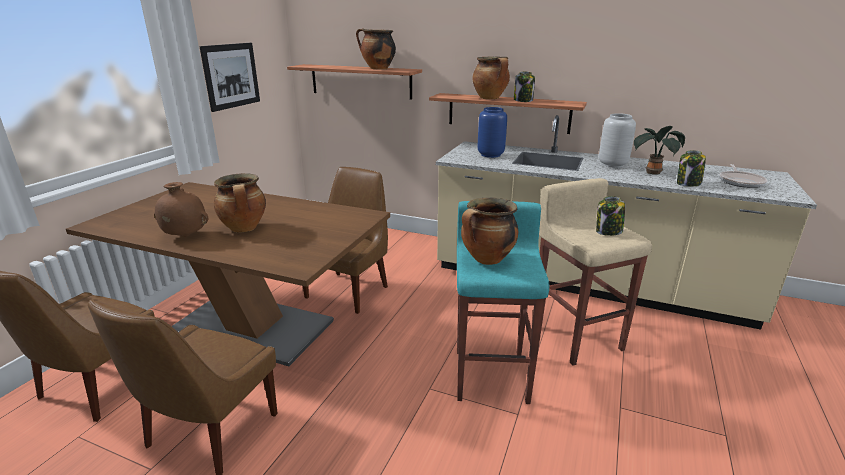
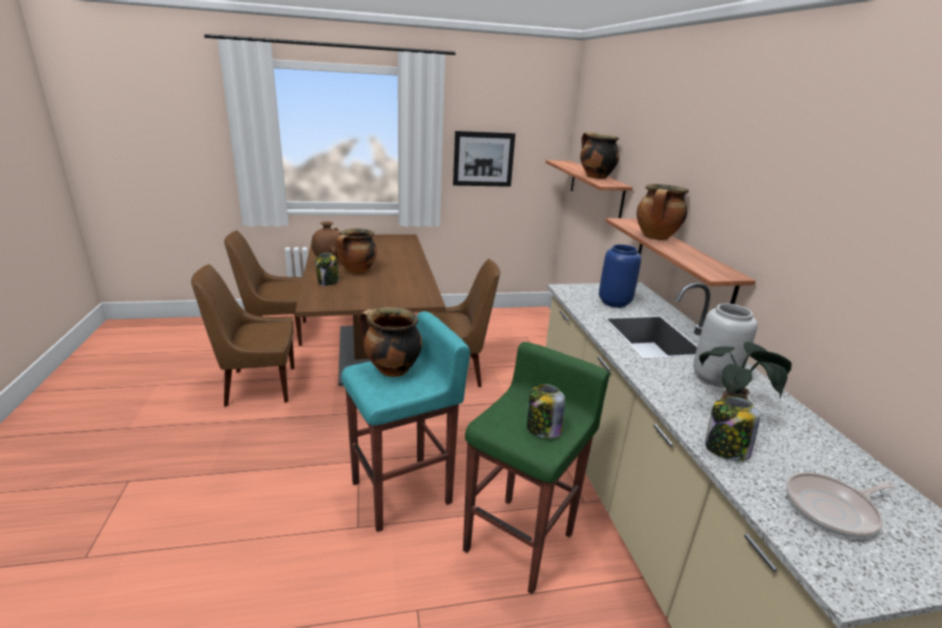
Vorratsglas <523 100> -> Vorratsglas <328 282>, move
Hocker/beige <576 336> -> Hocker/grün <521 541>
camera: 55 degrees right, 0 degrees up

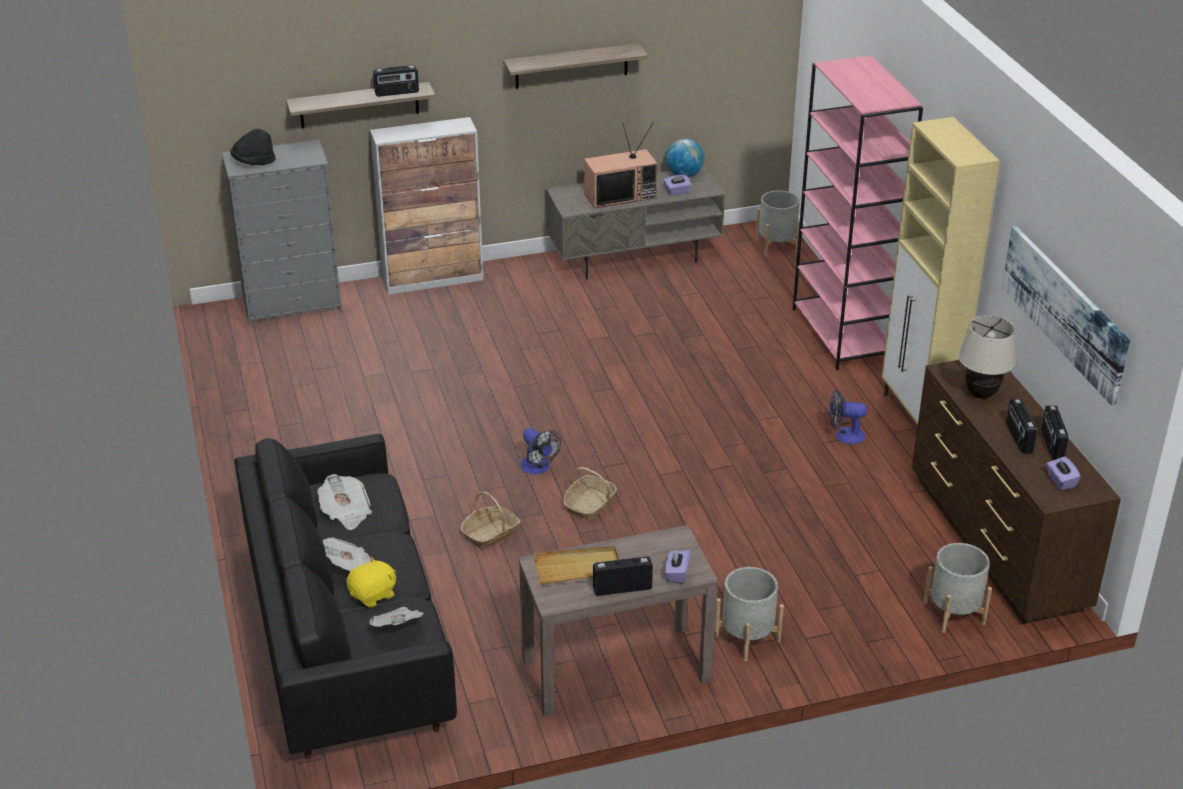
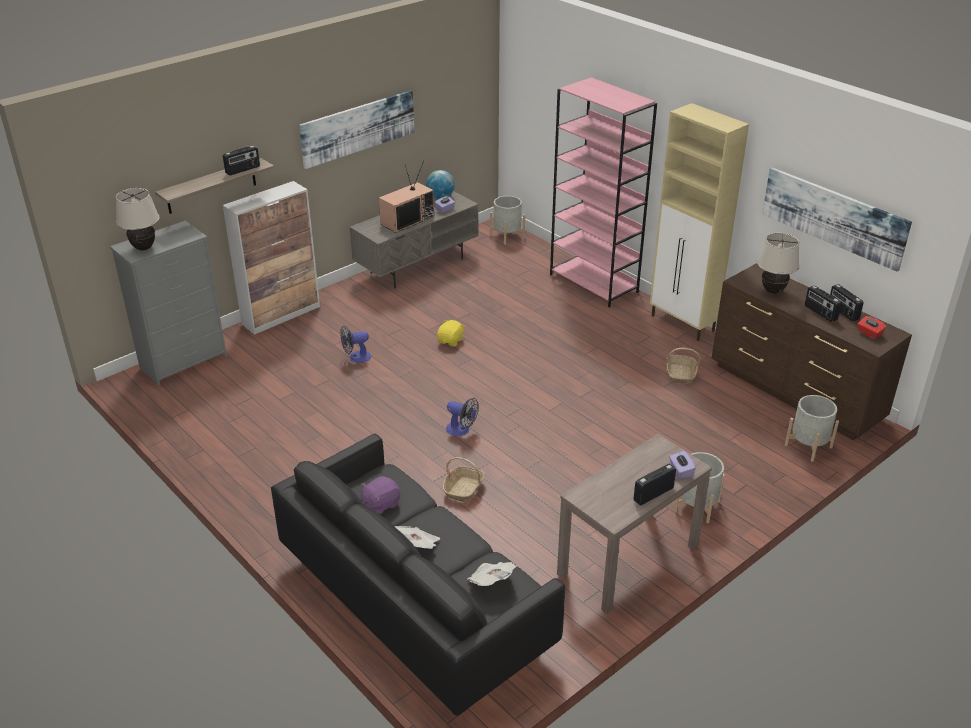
Hut/schwarz <253 162> -> Tischlampe/beige <144 248>
Wandregal <571 66> -> Bild <358 128>
Ventilator <844 435> -> Ventilator <356 358>, move
Zeitung <346 513> -> Plüschtier/lila <380 504>
Plüschtier/gelb <373 595> -> Plüschtier/gelb <451 341>, move
Korb <589 504> -> Korb <680 374>, move
Taschentuchbox/lila <1060 481> -> Taschentuchbox/rot <869 333>
Tablett/beige <578 569> -> none
camera: 25 degrees left, 0 degrees up

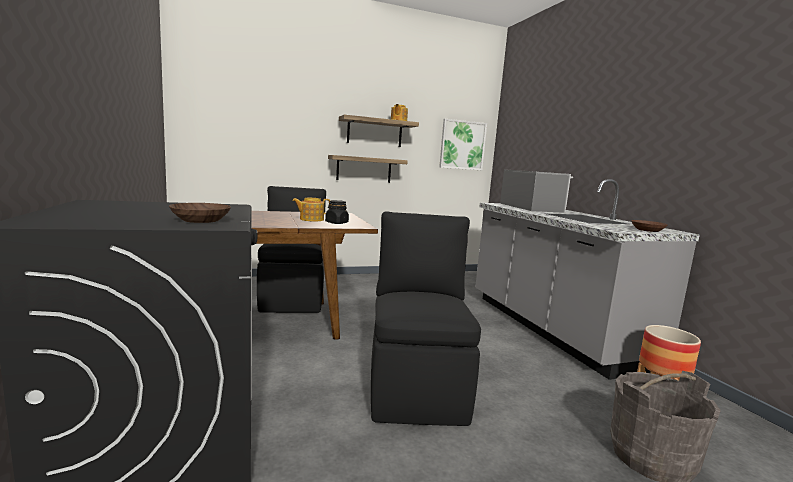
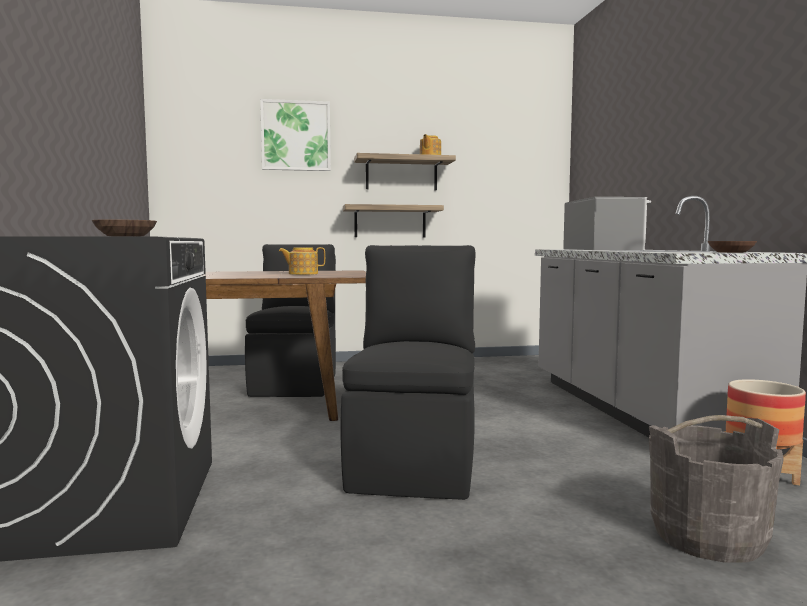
Bild <462 145> -> Bild <296 136>, move
Vorratsglas/schwarz <336 223> -> none
camera: 10 degrees right, 5 degrees down

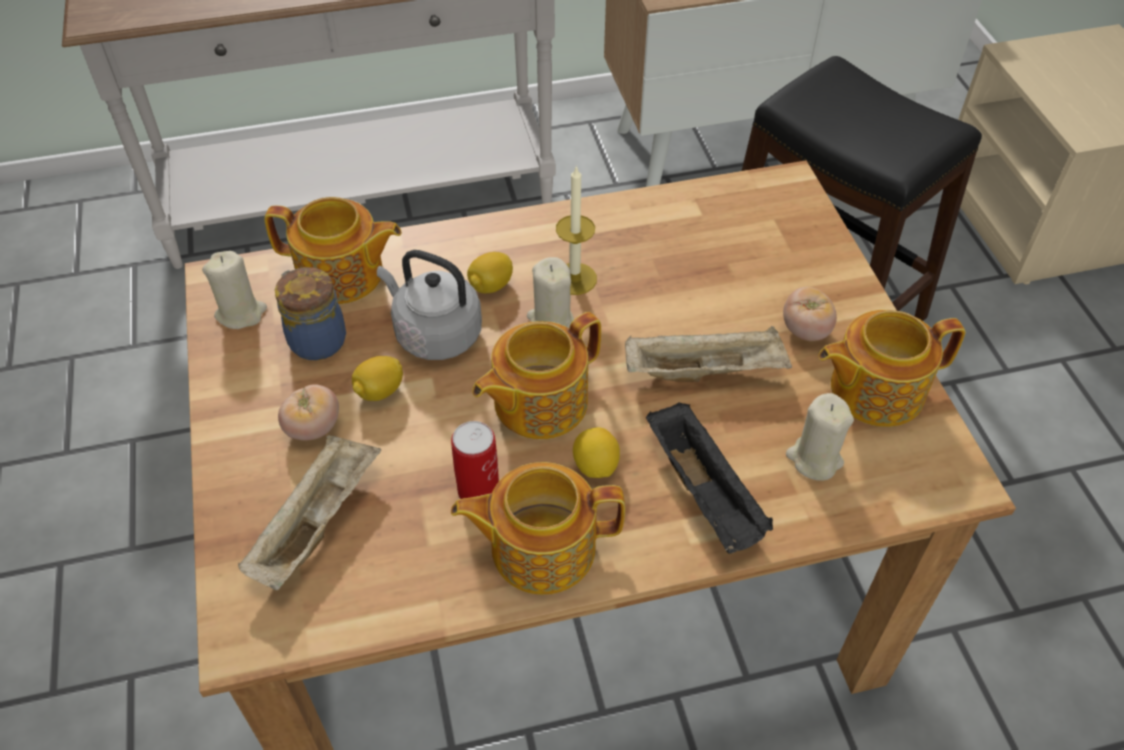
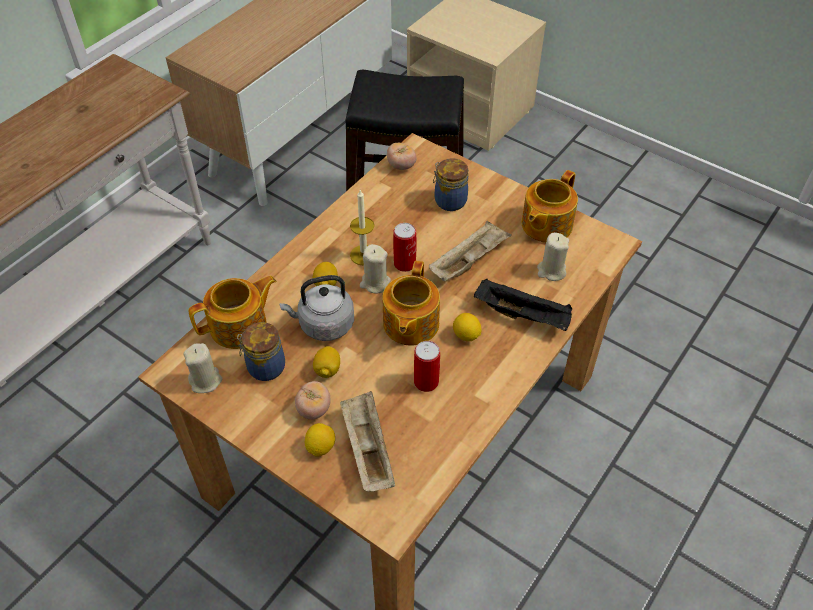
none -> Zitrone <320 447>
Tomate <805 330> -> Tomate <401 166>, move
none -> Dose <404 264>
none -> Vorratsglas <449 200>
Teekanne <540 547> -> none
camera: 40 degrees left, 0 degrees up

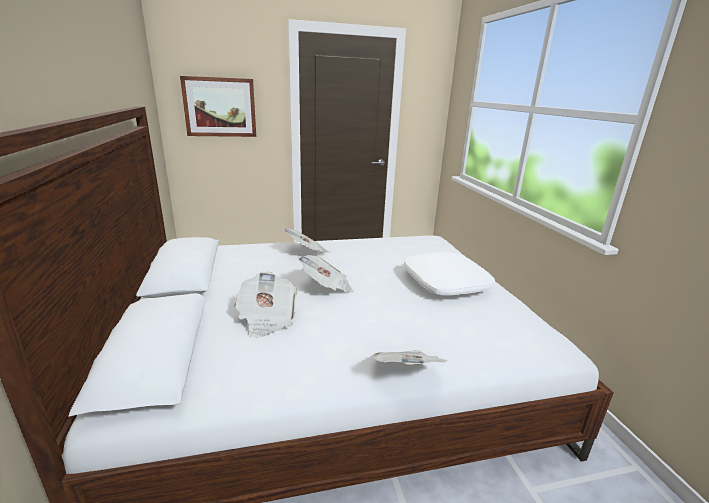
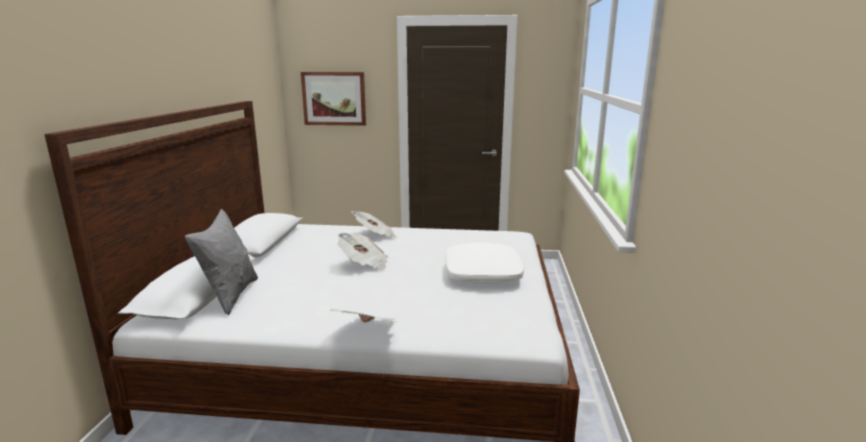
none -> Kissen/grau <230 296>
Zeitung <267 319> -> none
camera: 20 degrees right, 5 degrees down

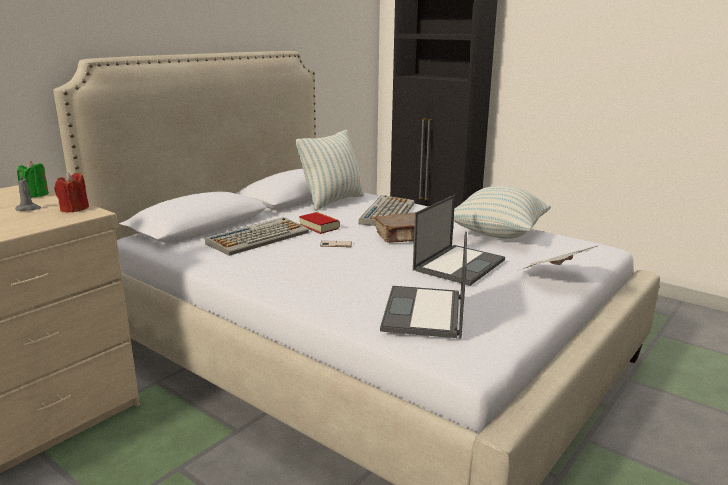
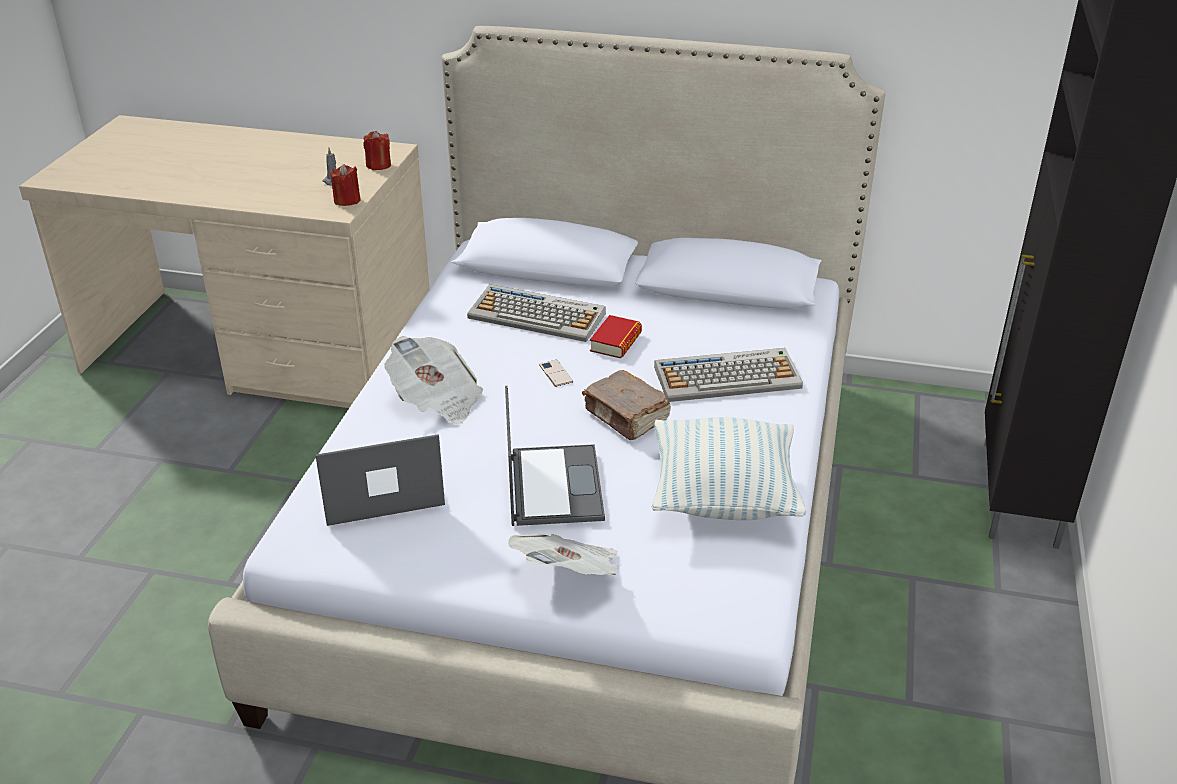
Kerze/grün <35 195> -> Kerze/rot <378 165>
none -> Zeitung <436 400>
Laptop <459 264> -> Laptop <553 485>, 105 degrees counterclockwise
Kissen <332 201> -> none
camera: 65 degrees right, 15 degrees up

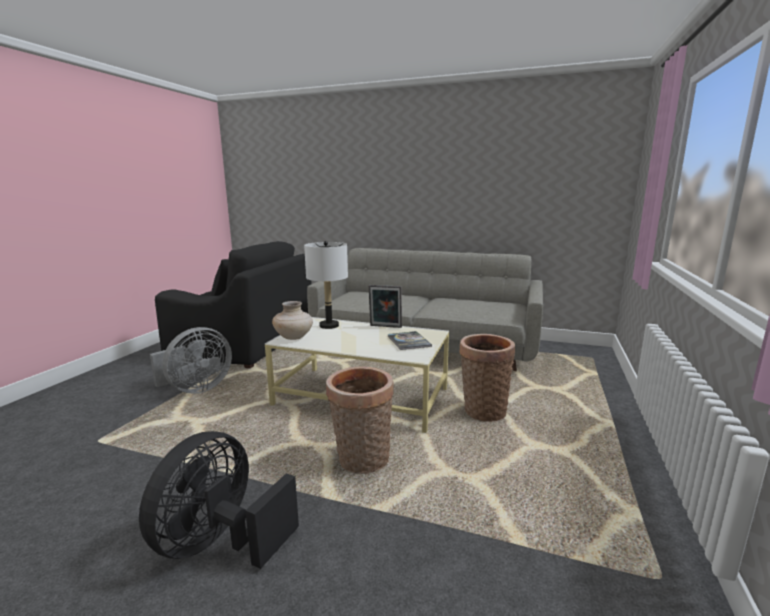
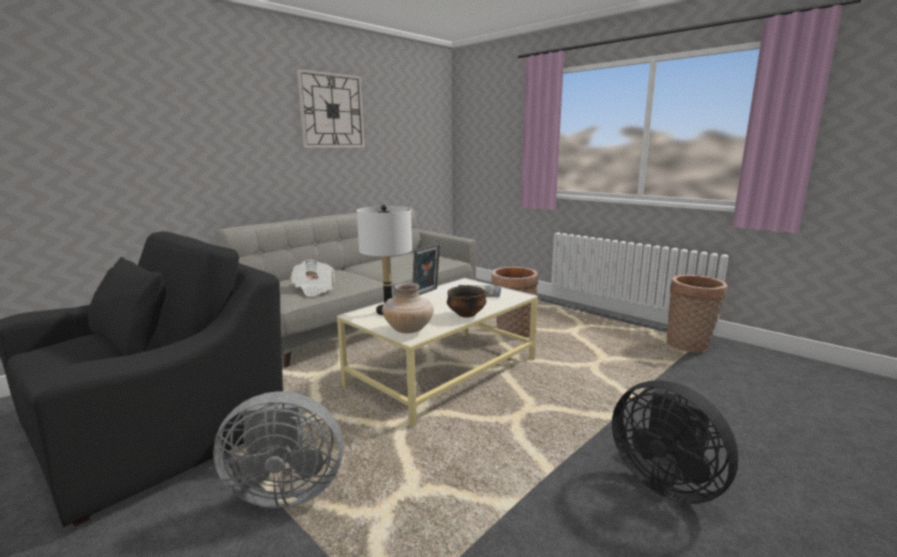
Ventilator/grau <196 389> -> Ventilator/grau <285 491>, 105 degrees clockwise
none -> Zeitung <314 289>
none -> Wanduhr <332 111>
none -> Schüssel <466 315>
Korb <361 461> -> Korb <689 346>, move
camera: 65 degrees left, 0 degrees up

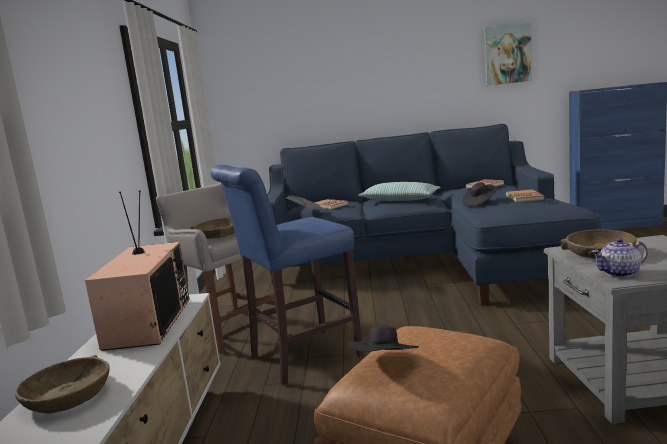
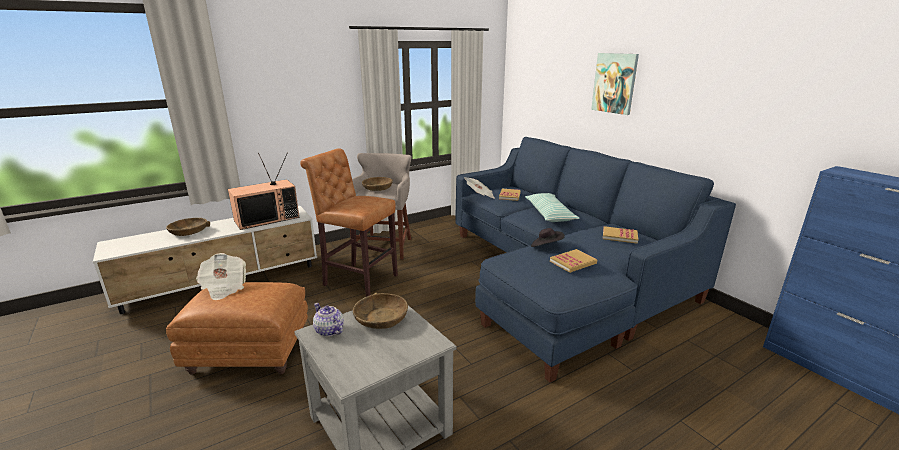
Hut/schwarz <384 364> -> Zeitung <224 287>
Hocker/blau <299 358> -> Hocker/braun <357 279>
Bild <507 54> -> Bild <614 83>, move
camera: 55 degrees right, 10 degrees up

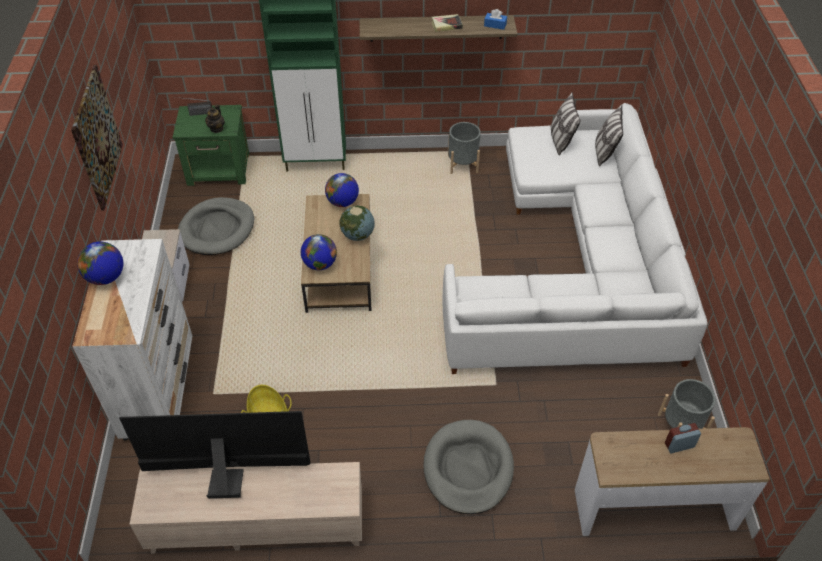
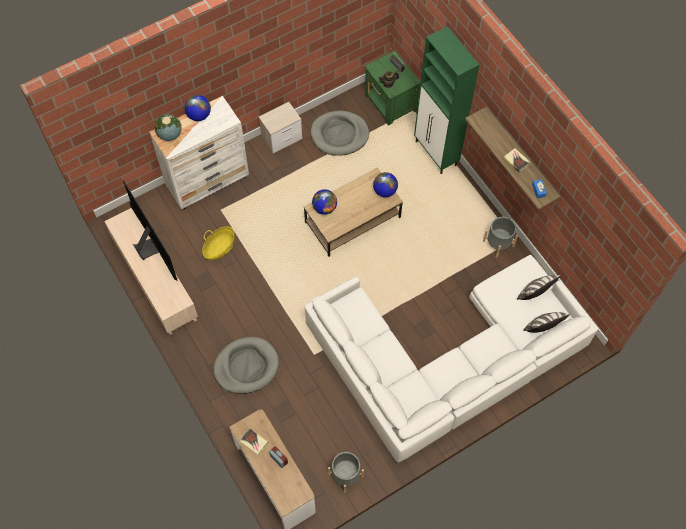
Globus <357 235> -> Globus <170 135>, move
none -> Buch <254 442>
Bild <96 138> -> none
camera: 60 degrees right, 15 degrees up

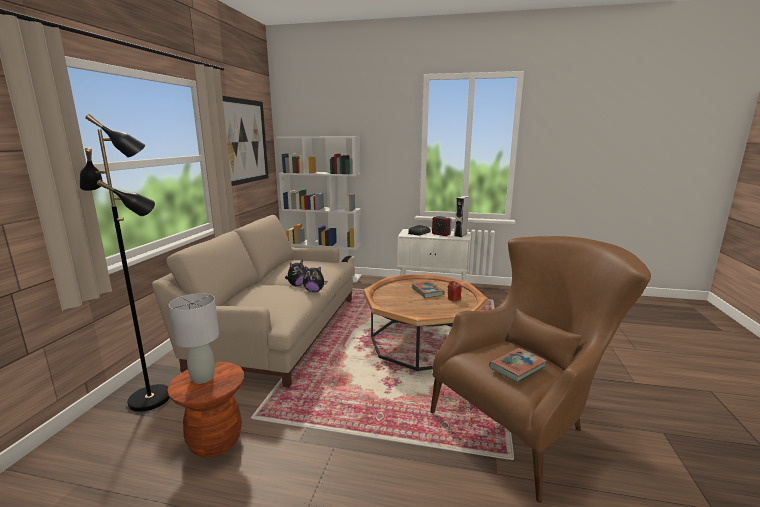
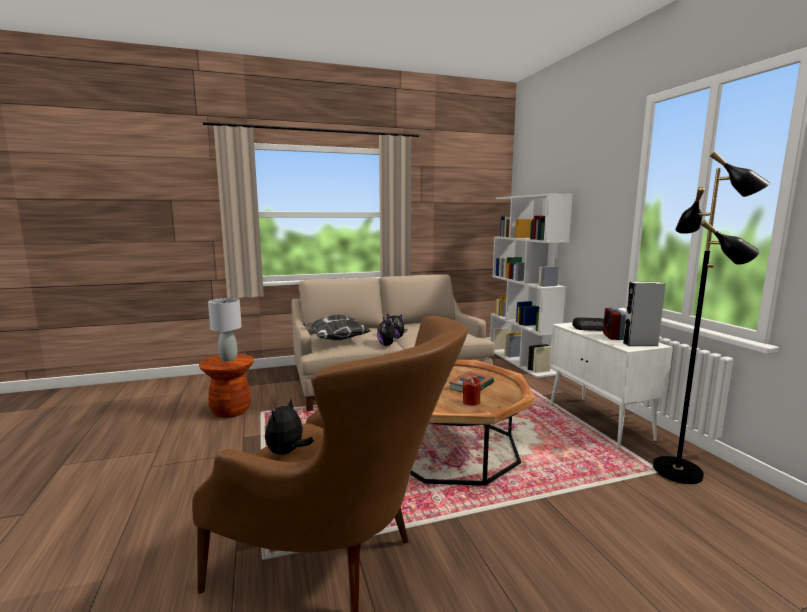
Buch <517 367> -> Plüschtier <287 452>
none -> Kissen <336 340>
Stehlampe/schwarz <151 398> -> Stehlampe/schwarz <678 471>, move
Bild <245 141> -> none
camera: 60 degrees right, 5 degrees down

